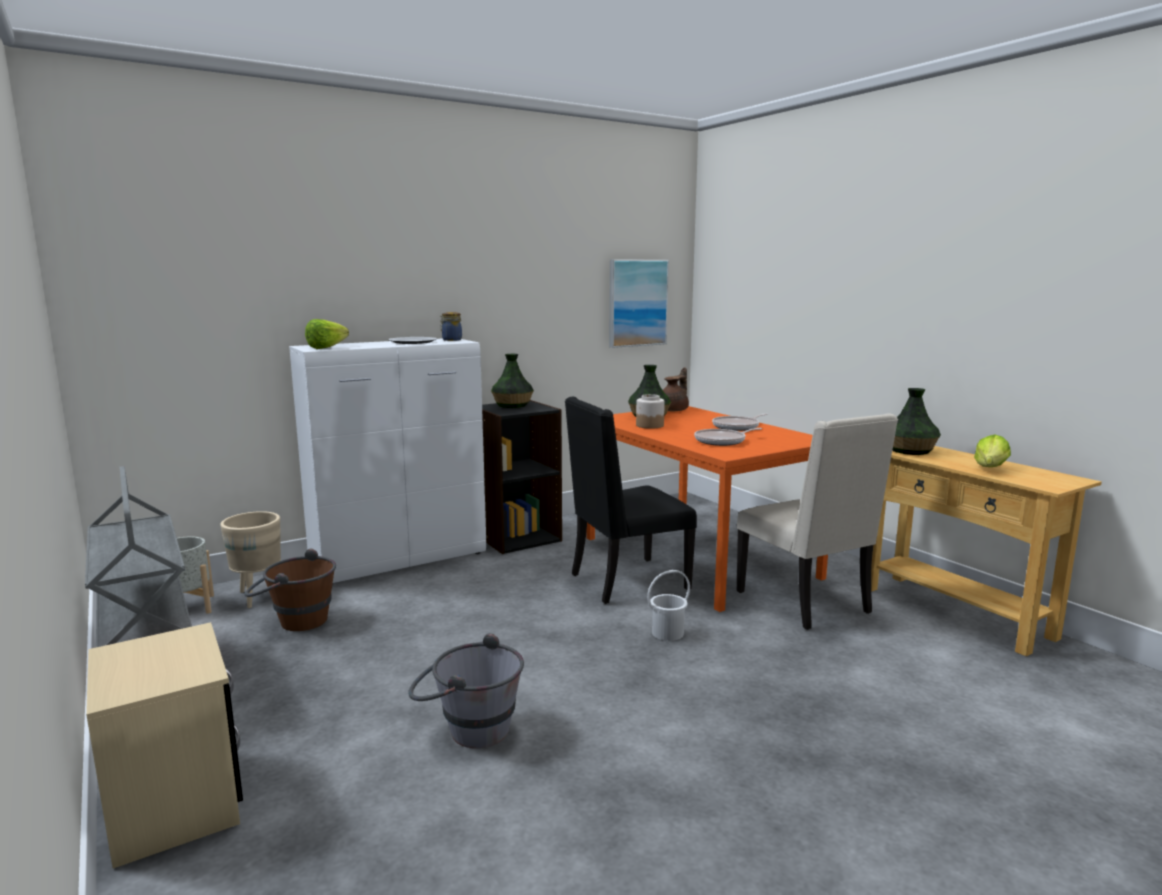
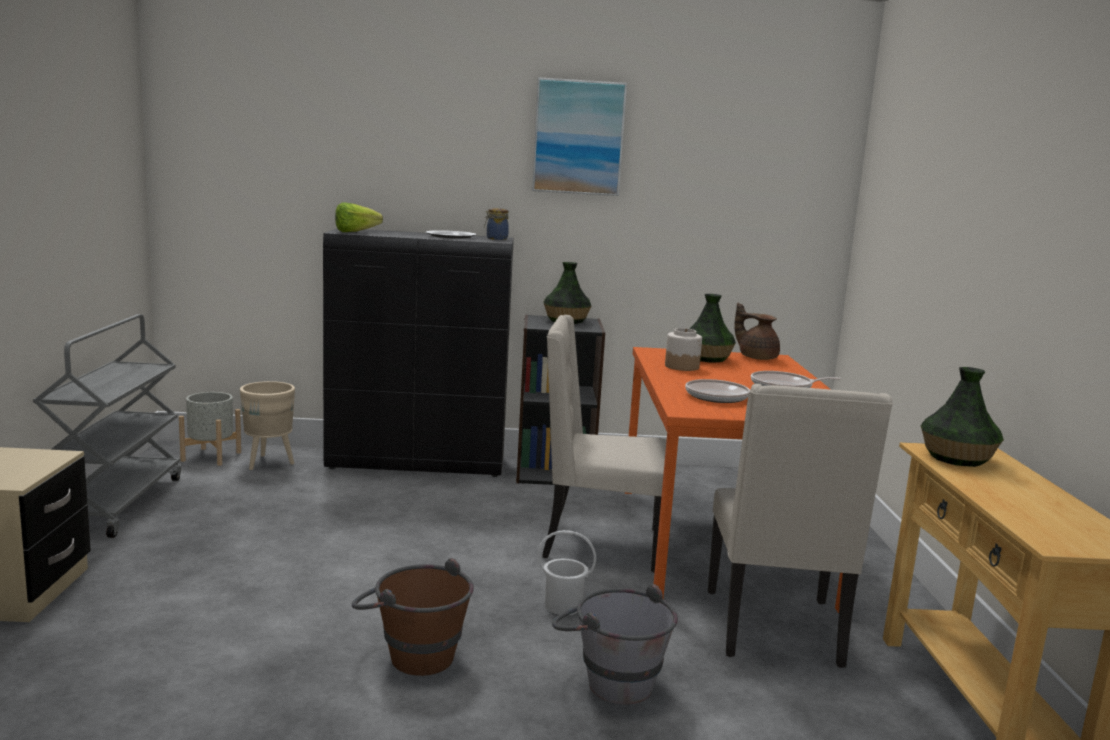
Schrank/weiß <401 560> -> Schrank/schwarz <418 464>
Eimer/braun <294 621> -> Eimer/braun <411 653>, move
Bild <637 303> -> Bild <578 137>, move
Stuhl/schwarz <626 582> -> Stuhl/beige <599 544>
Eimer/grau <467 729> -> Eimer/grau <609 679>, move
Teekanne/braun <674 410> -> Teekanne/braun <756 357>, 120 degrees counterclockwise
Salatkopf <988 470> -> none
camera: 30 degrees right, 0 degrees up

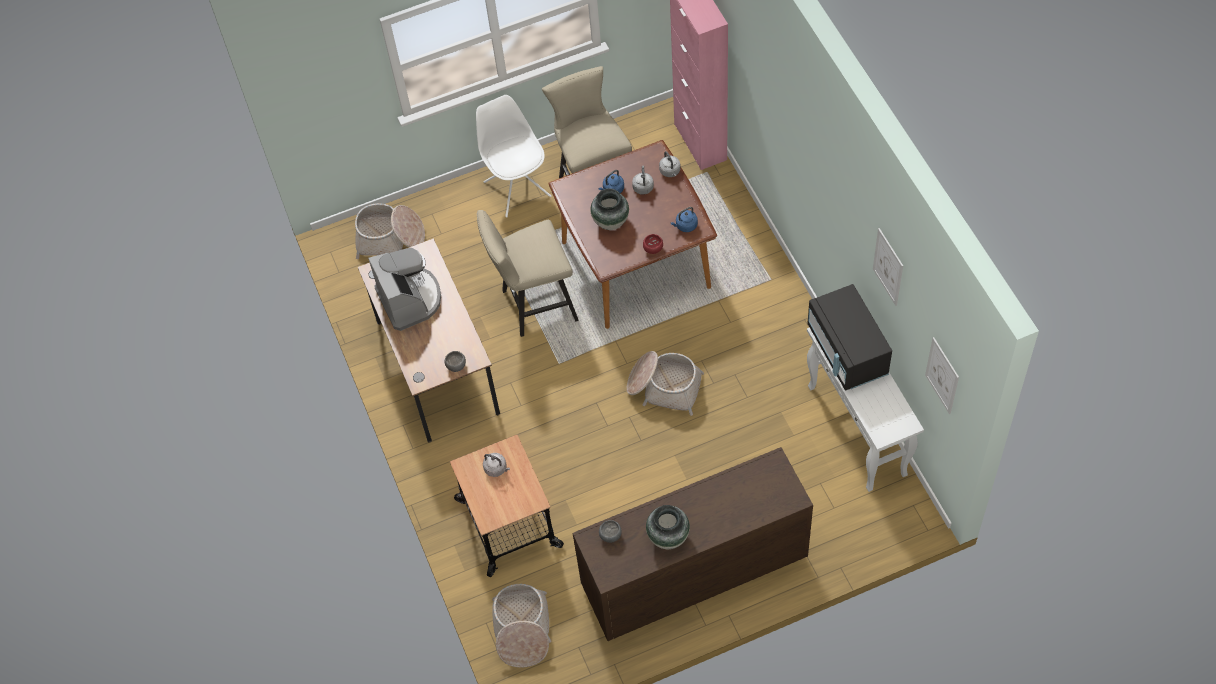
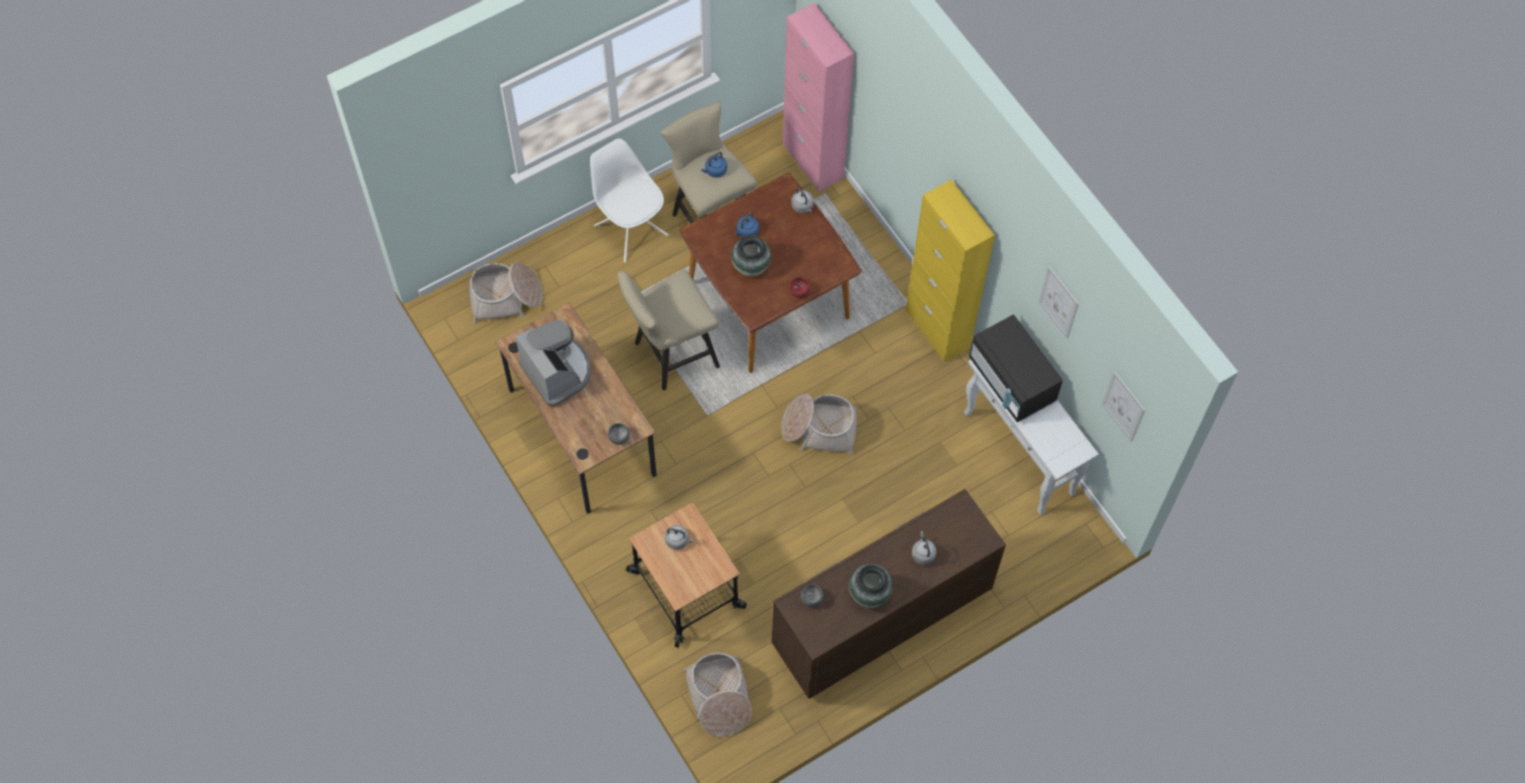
Wasserkessel/blau <685 226> -> Wasserkessel/blau <715 171>, move
none -> Schrank/gelb <937 329>
Wasserkessel/grau <643 186> -> Wasserkessel/grau <923 553>, move
camera: 15 degrees left, 5 degrees up

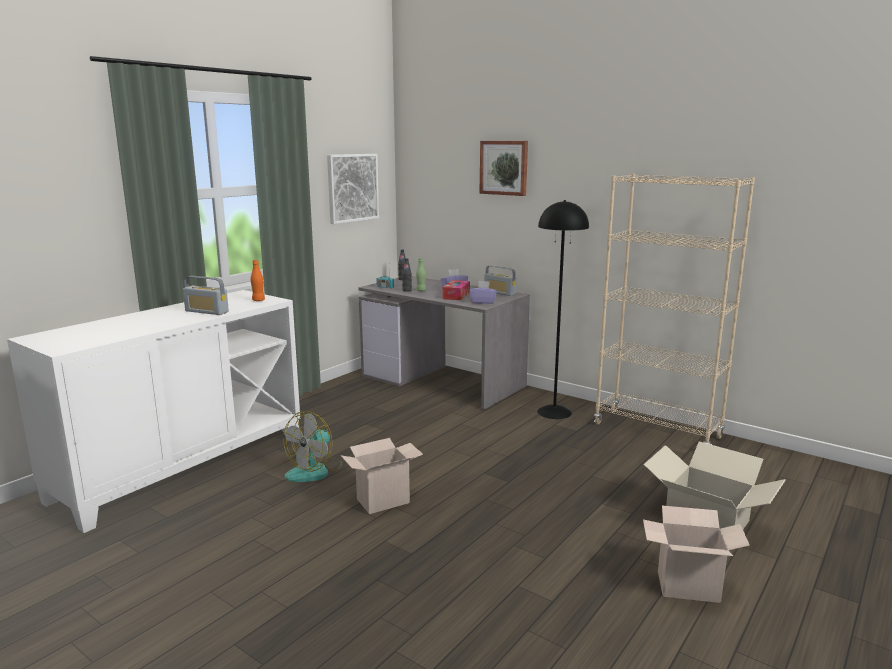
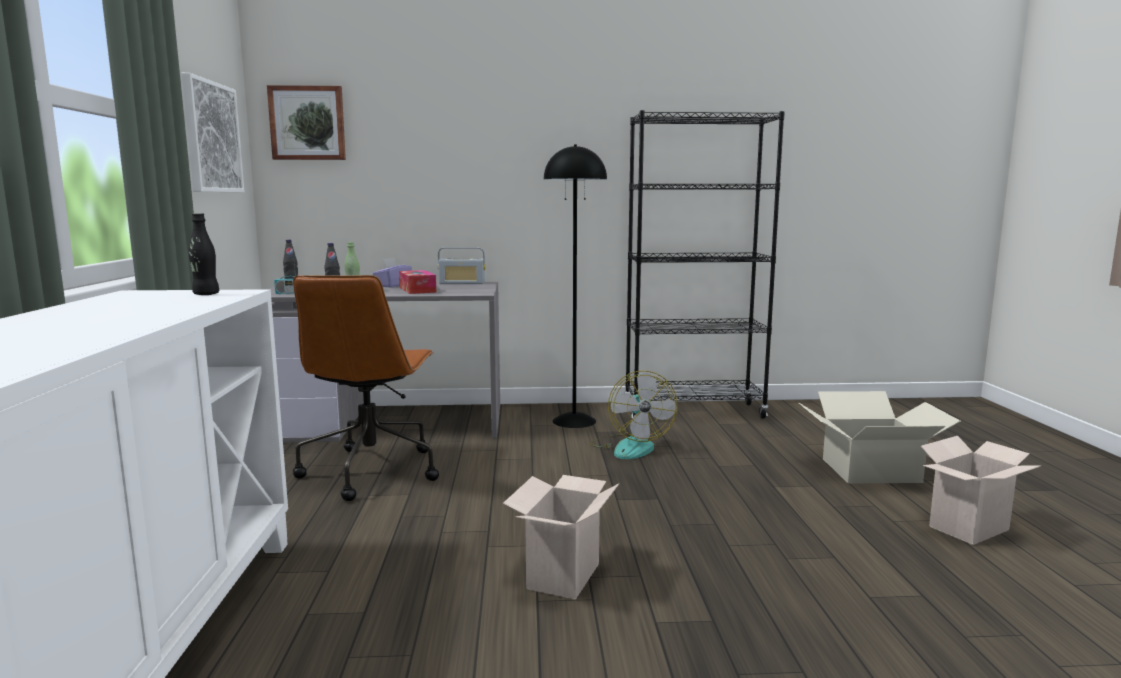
Flasche/orange <258 300> -> Flasche/schwarz <206 294>
Bild <504 167> -> Bild <308 123>, move
none -> Bürostuhl/braun <371 470>
Ventilator <315 471> -> Ventilator <630 446>, move
Bücherregal/beige <657 431> -> Bücherregal/schwarz <693 412>
Radio <207 311> -> none
Taschentuchbox/lila <483 302> -> none
camera: 40 degrees left, 5 degrees down

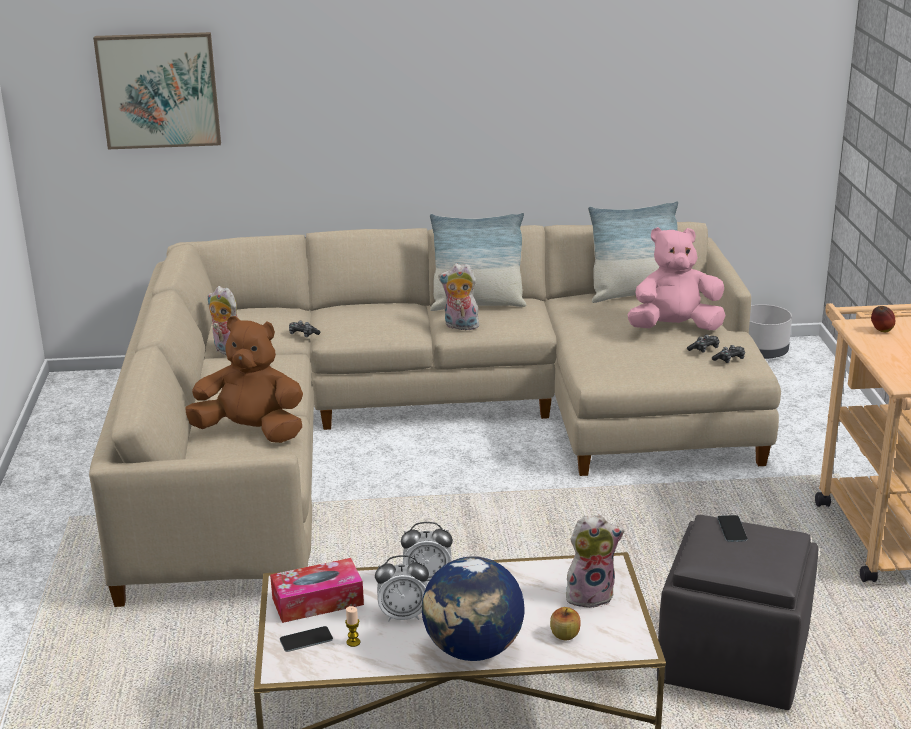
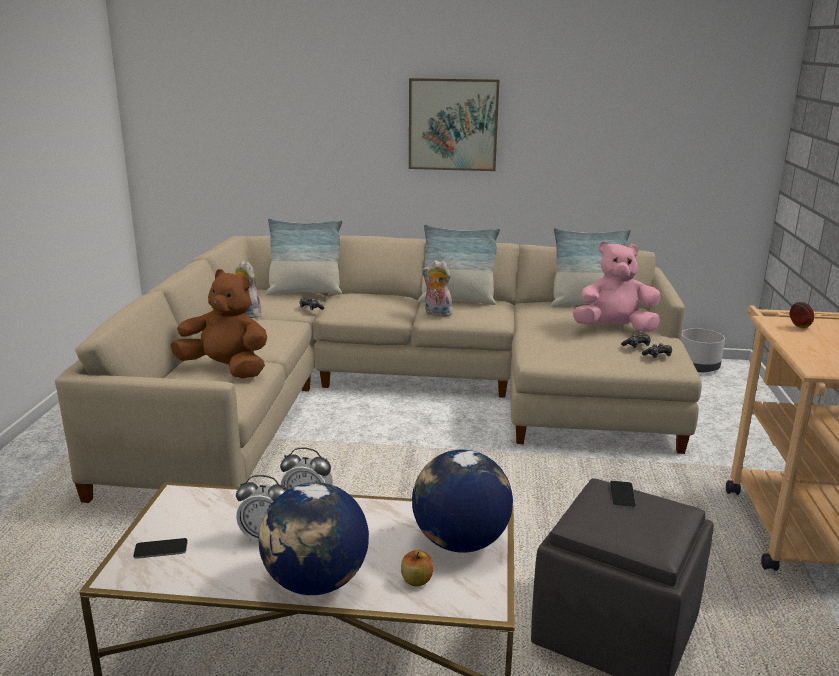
none -> Kissen <305 292>
Bild <159 90> -> Bild <453 124>, move
Plüschtier <590 595> -> Globus <460 542>
Taschentuchbox <317 601> -> none
Kerze <353 642> -> none
camera: 10 degrees right, 5 degrees down

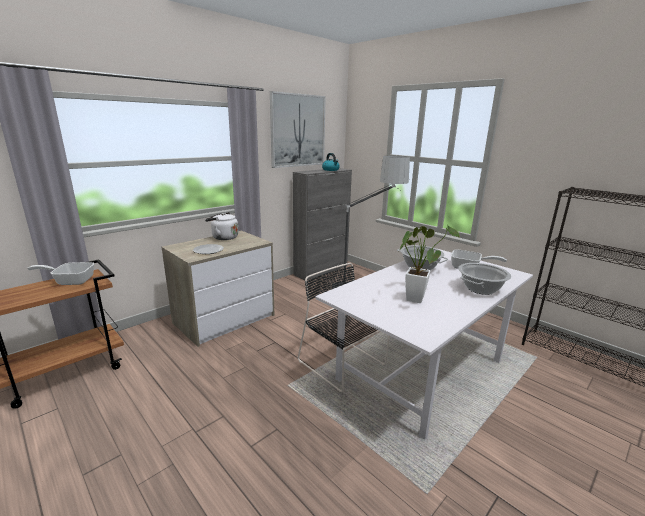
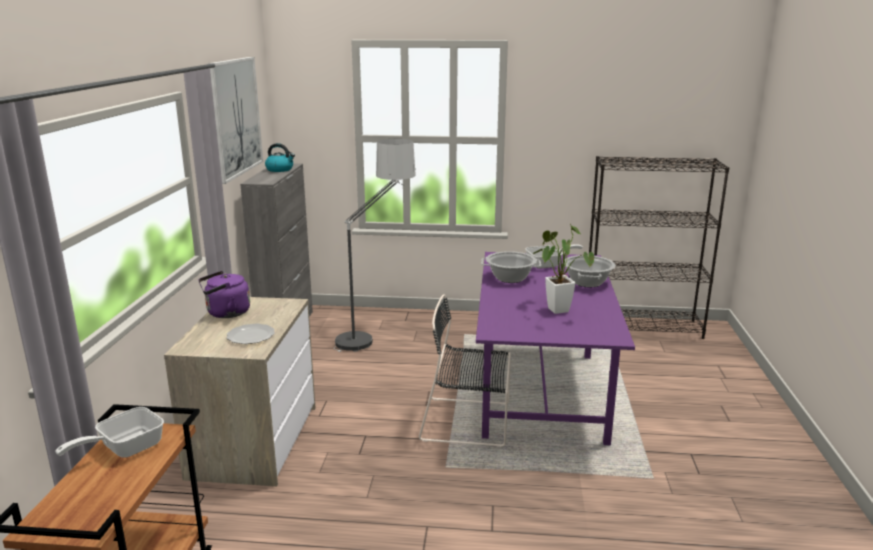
Wasserkessel/weiß <223 237> -> Wasserkessel/lila <226 313>
Esstisch/weiß <421 371> -> Esstisch/lila <542 394>
camera: 40 degrees left, 0 degrees up

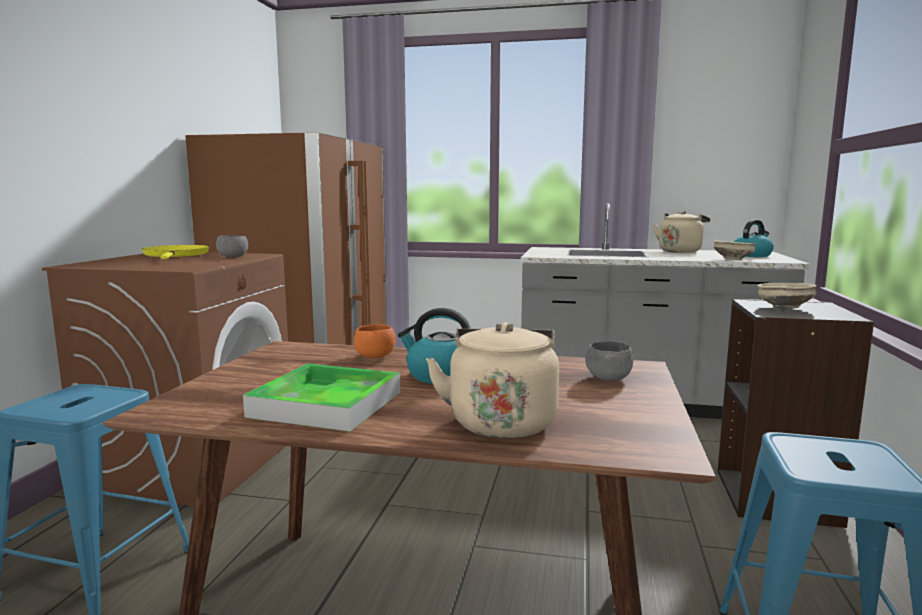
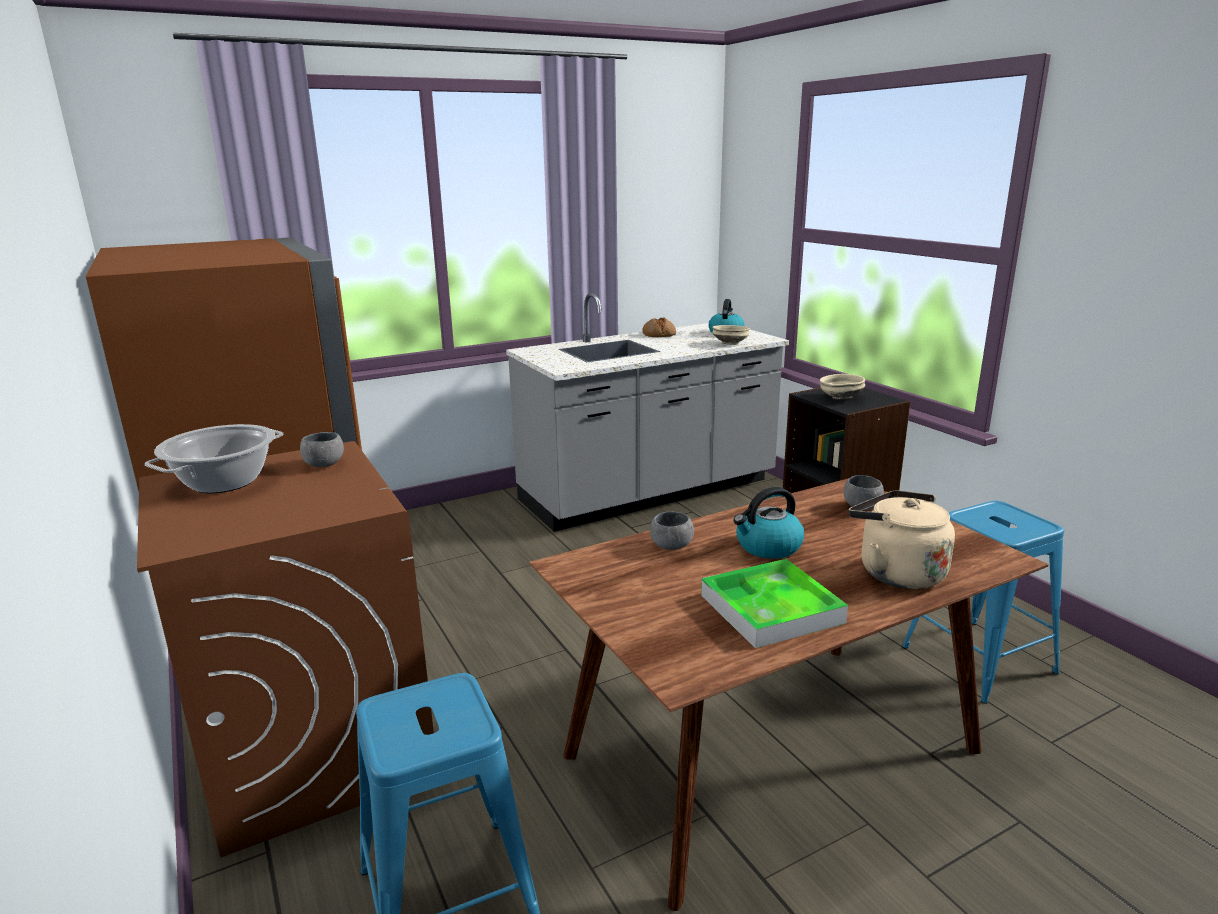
Pfanne/gelb <176 255> -> Kochtopf <224 482>
Wasserkessel/beige <680 251> -> Brot <659 334>
Schüssel/orange <375 356> -> Schüssel/grau <671 546>
camera: 40 degrees left, 10 degrees up

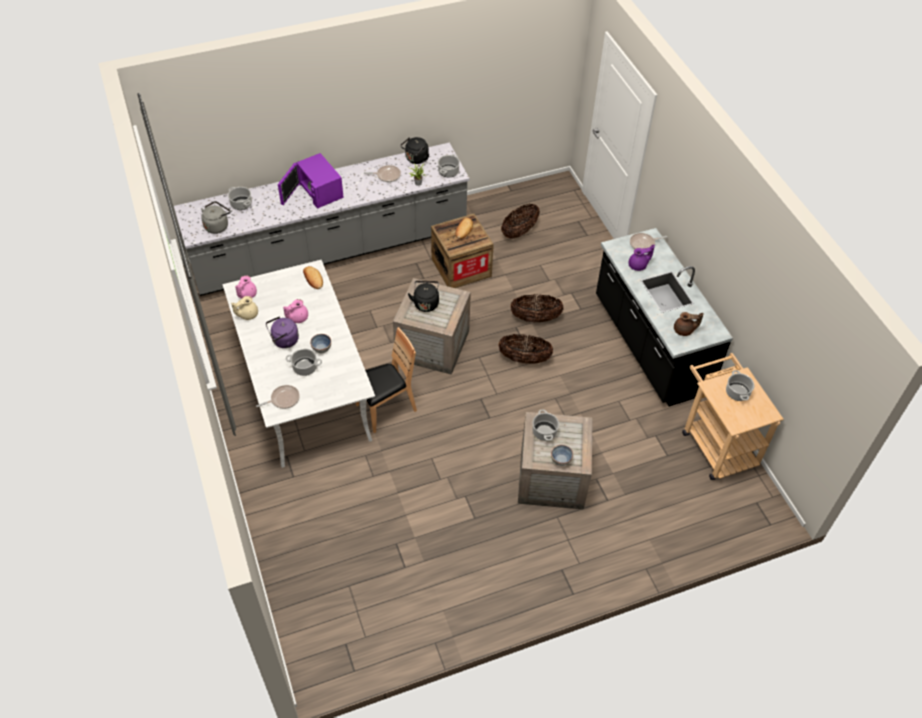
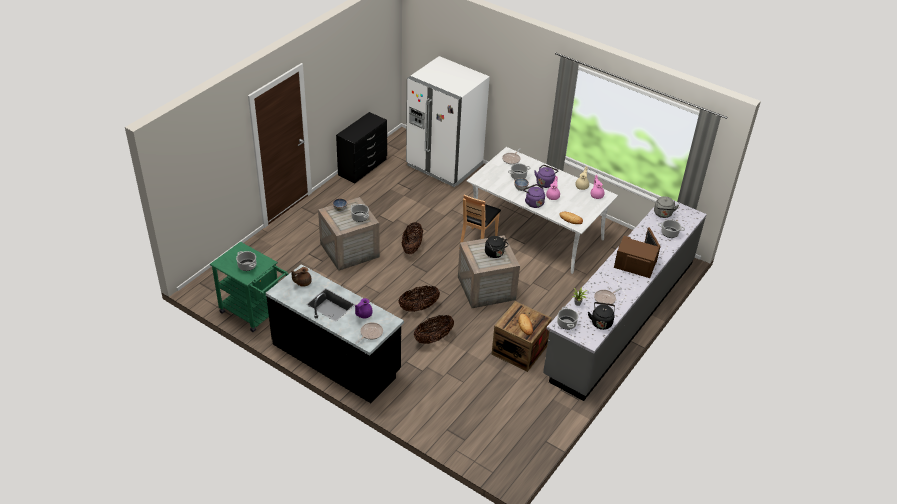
Rollwagen/beige <716 443> -> Rollwagen/grün <254 313>
none -> Kommode/schwarz <363 167>
Korb <519 231> -> Korb <412 247>, move
none -> Kühlschrank/weiß <444 165>
none -> Wasserkessel/lila <533 203>
Mikrowelle/lila <317 191> -> Mikrowelle/braun <636 264>
camera: 145 degrees right, 10 degrees down

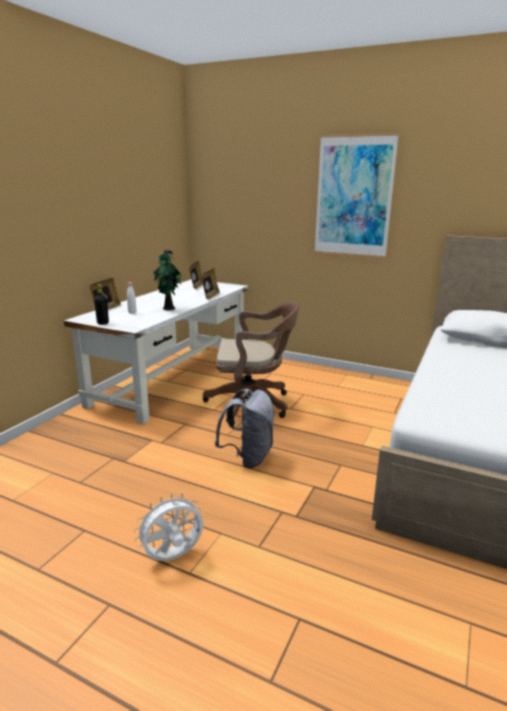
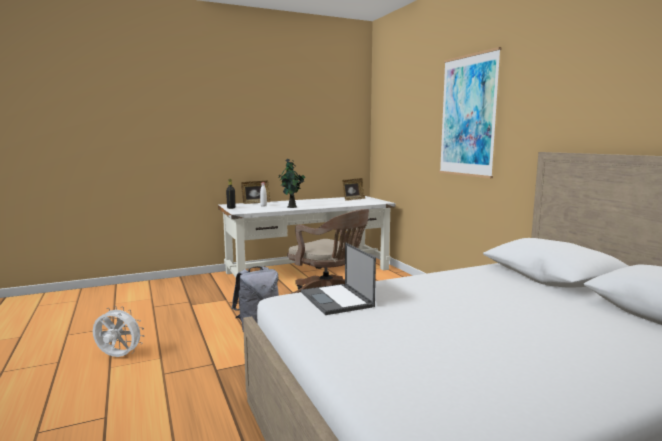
none -> Laptop <337 299>
Bilderrahmen <210 296> -> none
camera: 40 degrees right, 10 degrees down

